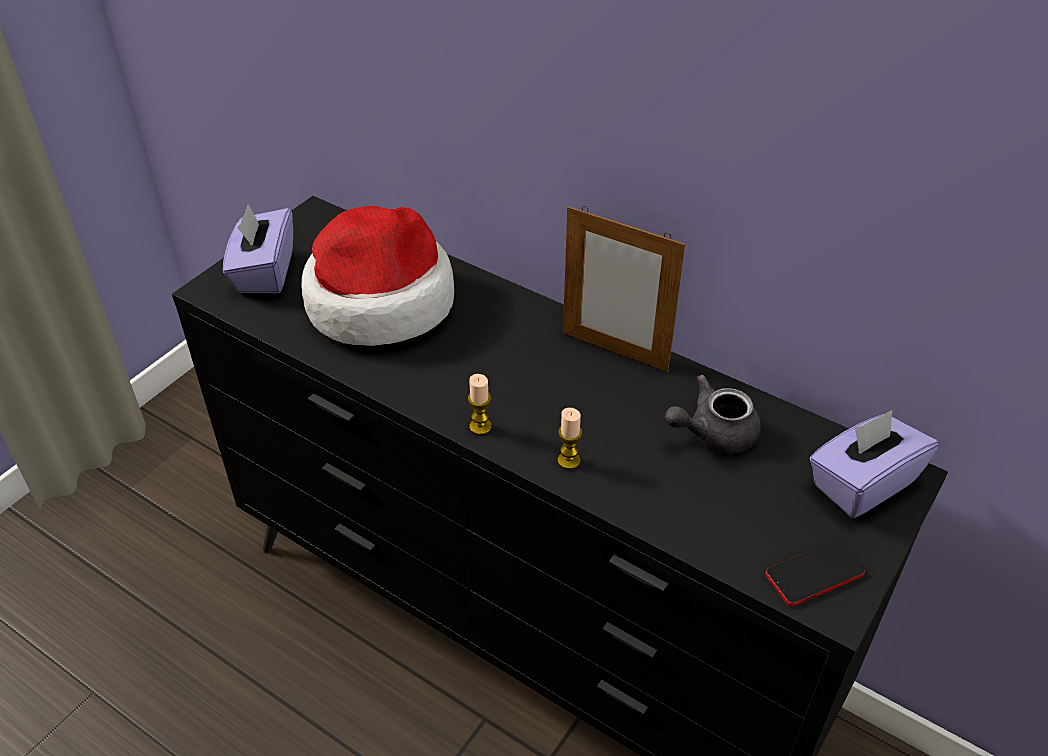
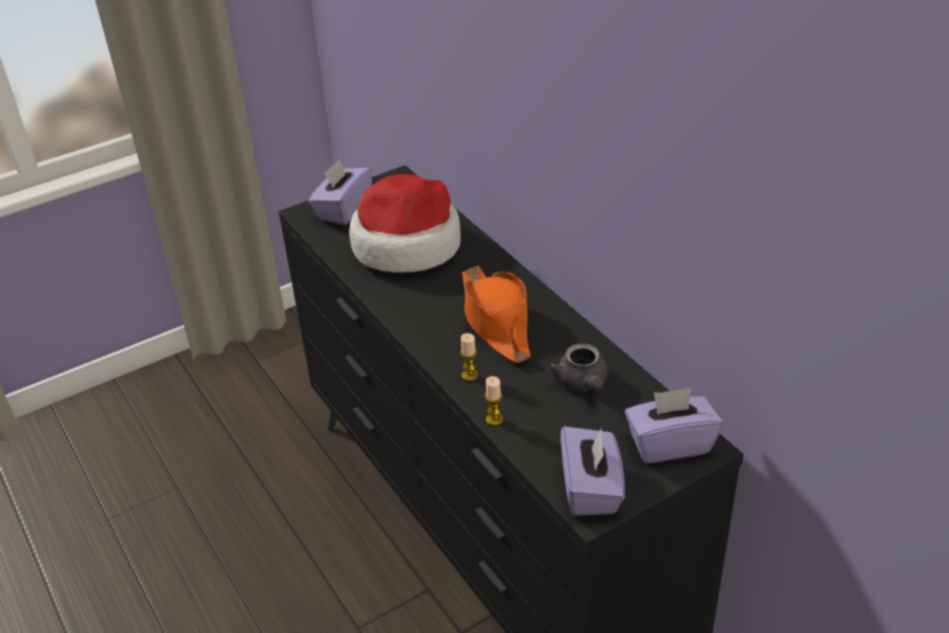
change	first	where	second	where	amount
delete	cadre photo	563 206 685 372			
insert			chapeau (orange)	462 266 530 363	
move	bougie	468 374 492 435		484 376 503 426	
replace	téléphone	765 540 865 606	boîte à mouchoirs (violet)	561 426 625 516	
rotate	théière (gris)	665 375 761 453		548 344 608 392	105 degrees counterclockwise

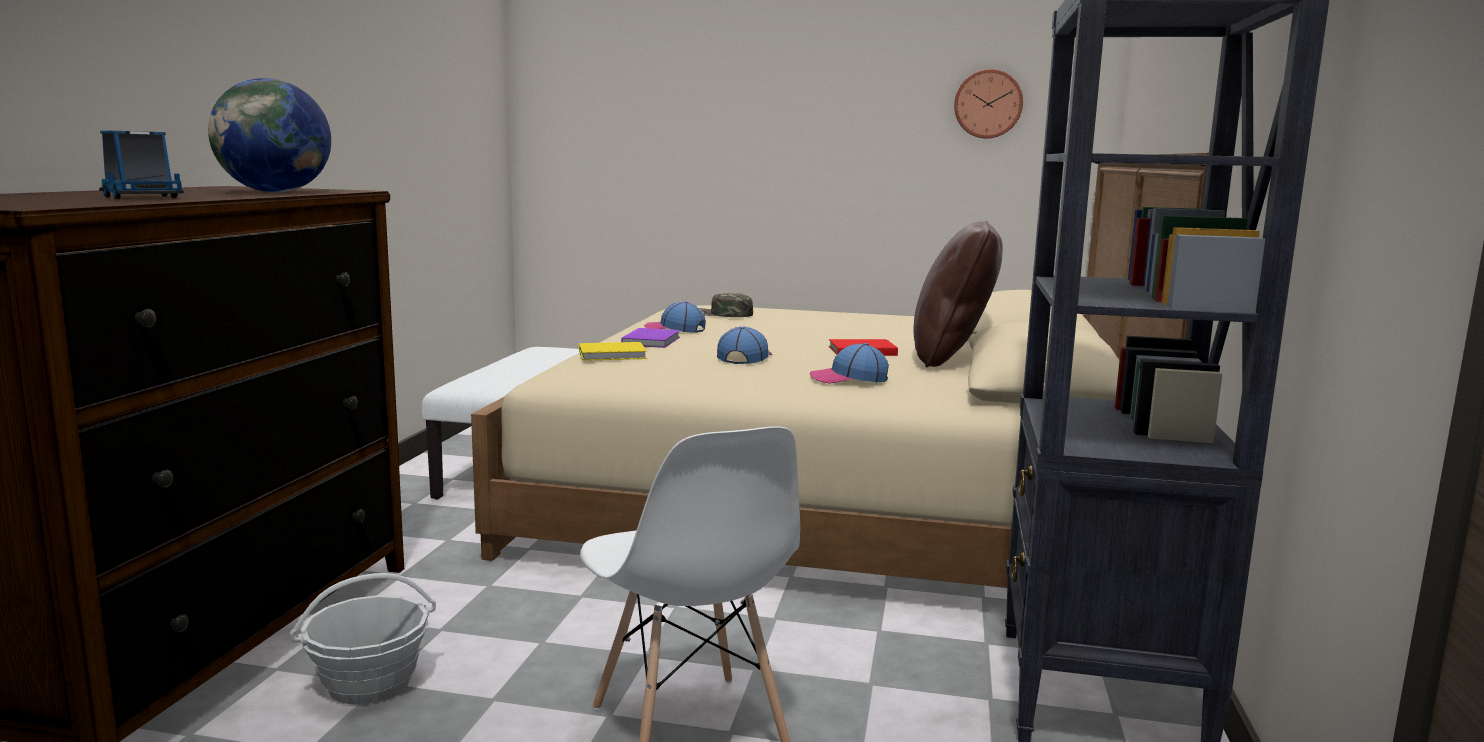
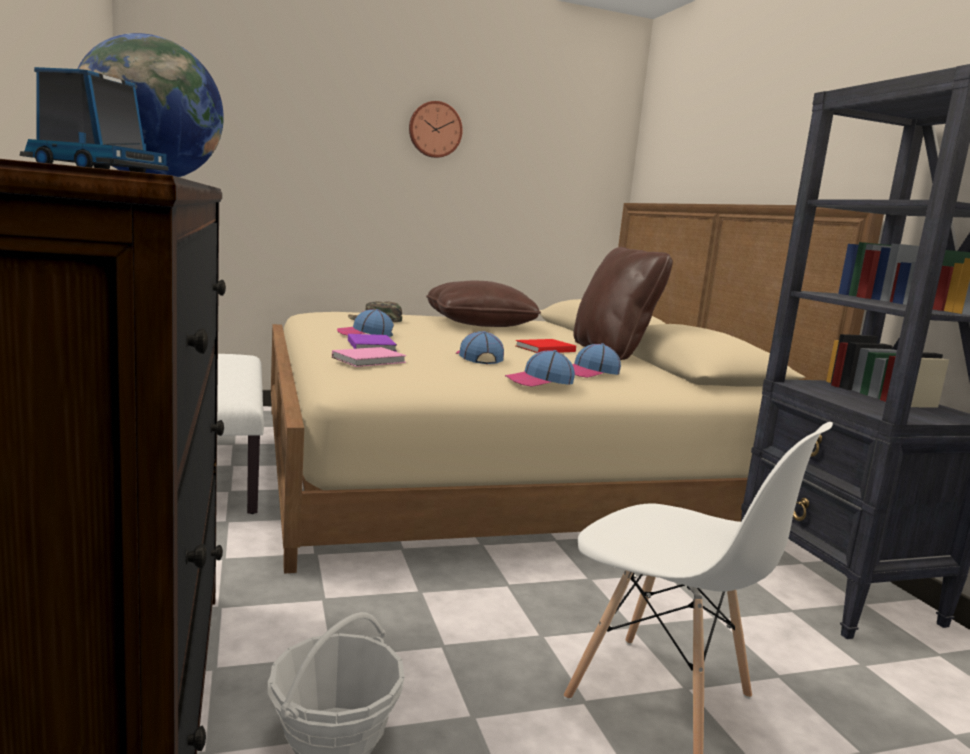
change	first	where	second	where	amount
insert			coussin (marron)	426 280 541 327	
insert			casquette	505 350 575 387	
move	horloge murale	954 69 1023 139		409 101 463 158	
recolor	livre (jaune)	579 342 647 361	livre (rose)	332 347 406 367	

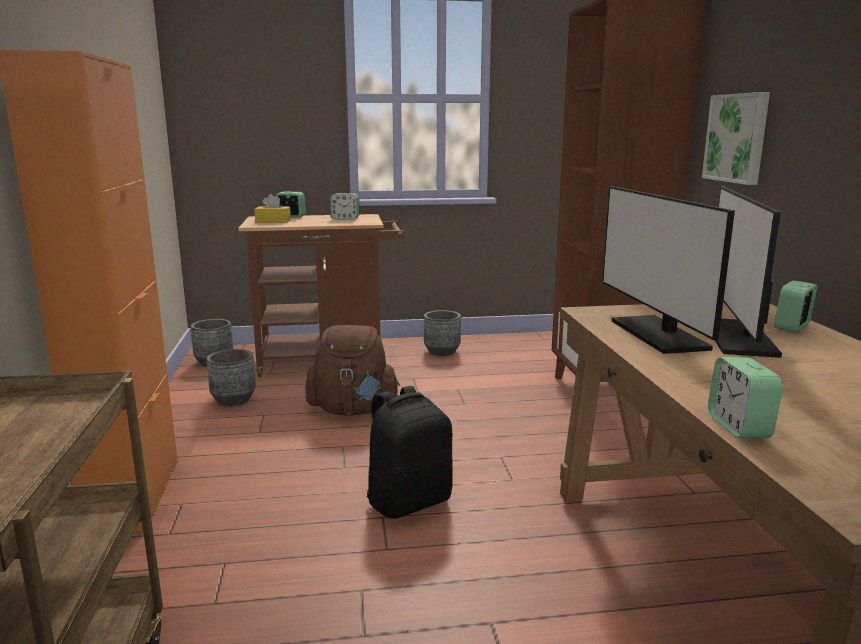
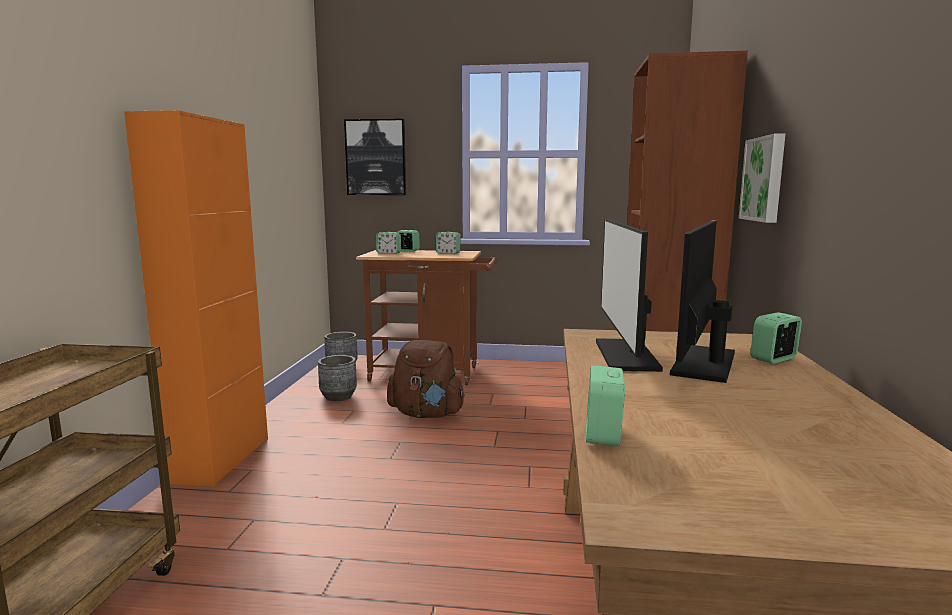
change	first	where	second	where	amount
delete	sac à dos (noir)	367 386 453 519			
delete	cache-pot (gris)	424 310 461 356			
insert			tableau	344 119 406 195	
replace	boîte à mouchoirs (jaune)	254 194 291 223	réveil	376 232 401 254	

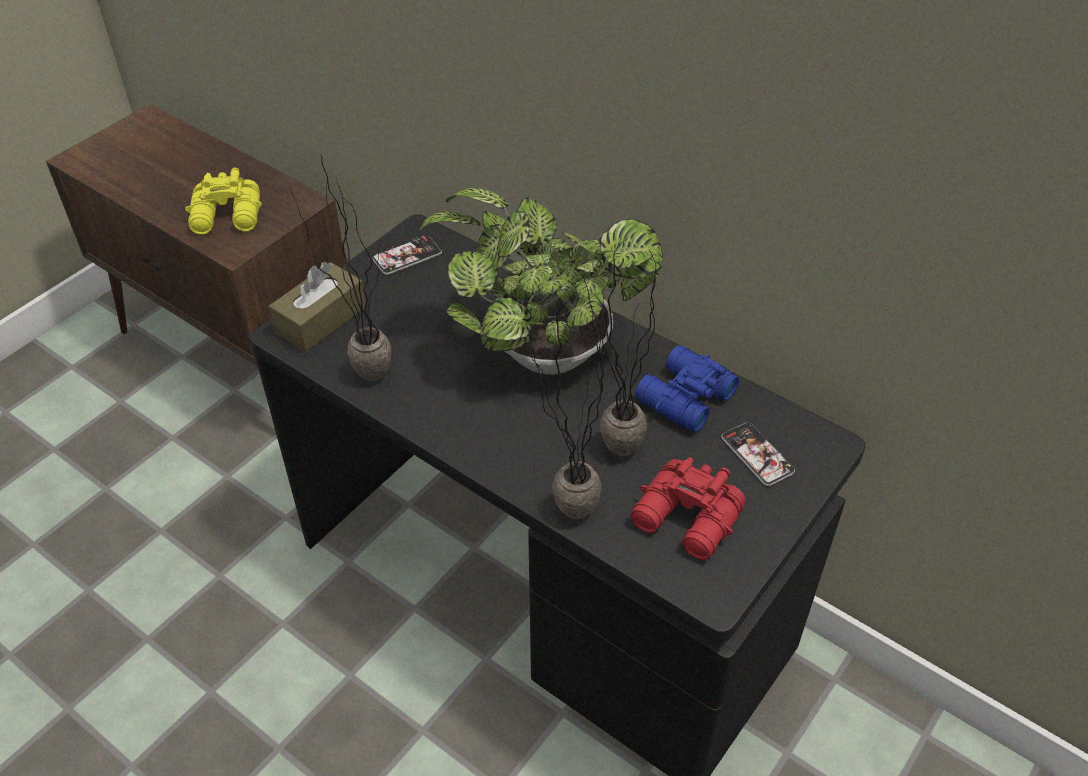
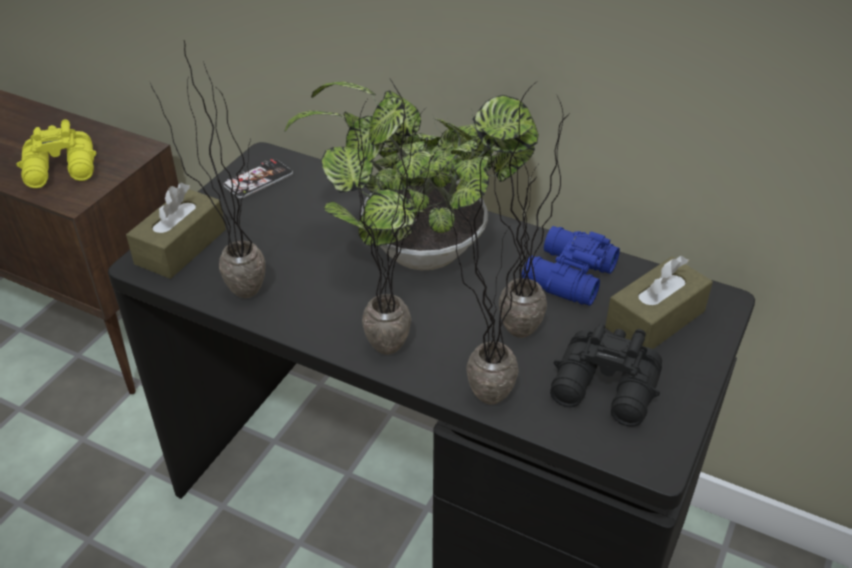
change	first	where	second	where	amount
insert			plante en pot	352 79 436 355	
replace	téléphone	721 422 795 486	boîte à mouchoirs (marron)	605 256 713 349	
recolor	jumelles (rouge)	630 457 746 560	jumelles (noir)	550 324 662 426	

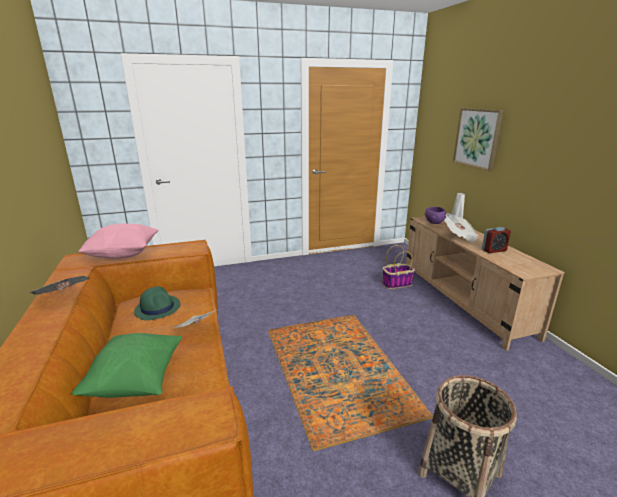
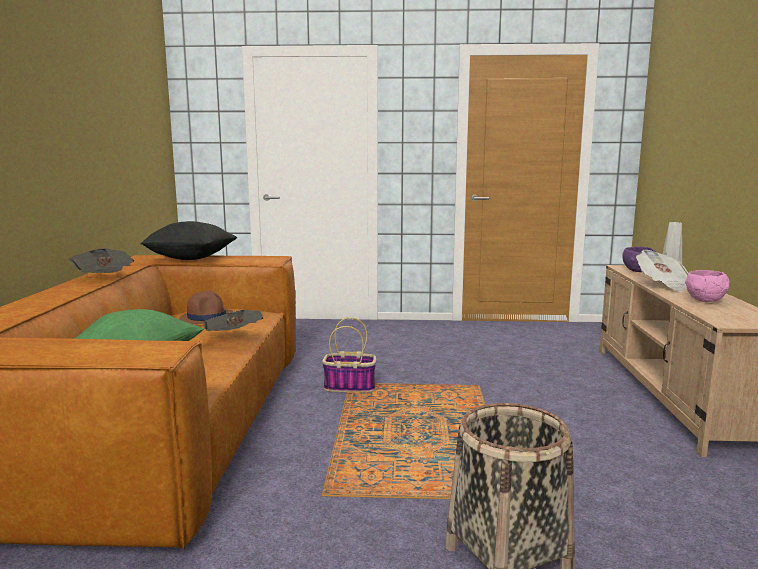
change	first	where	second	where	amount
delete	tableau	453 108 504 171			
move	panier	382 245 415 289		322 317 376 392	
replace	réveil	482 227 511 253	bol (rose)	685 270 730 302	
recolor	coussin (rose)	78 223 158 259	coussin (noir)	140 221 237 260	
recolor	chapeau (vert)	134 286 181 320	chapeau (marron)	179 291 234 324	

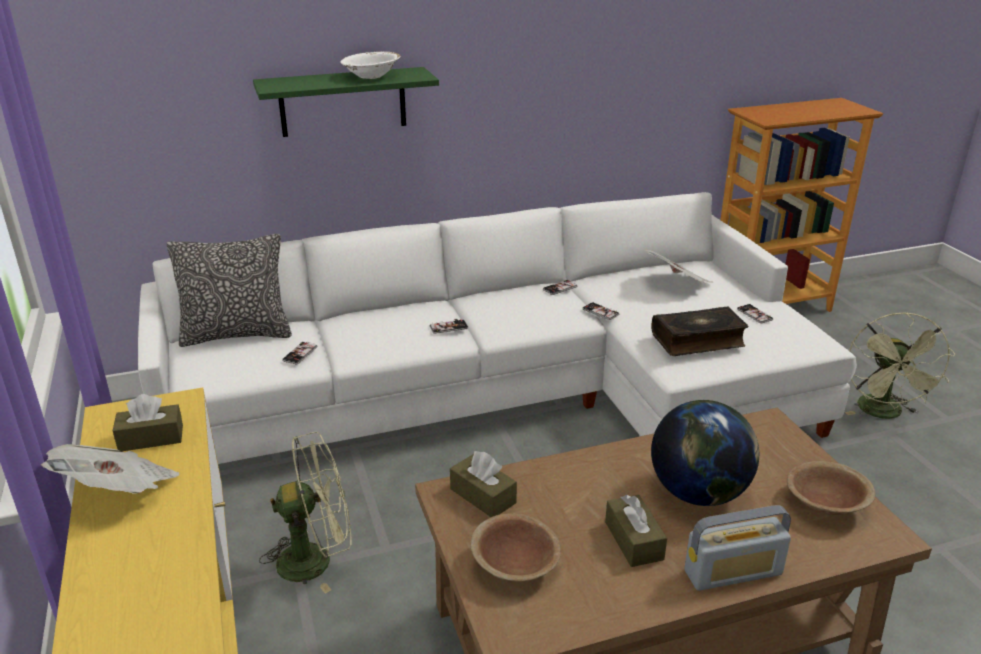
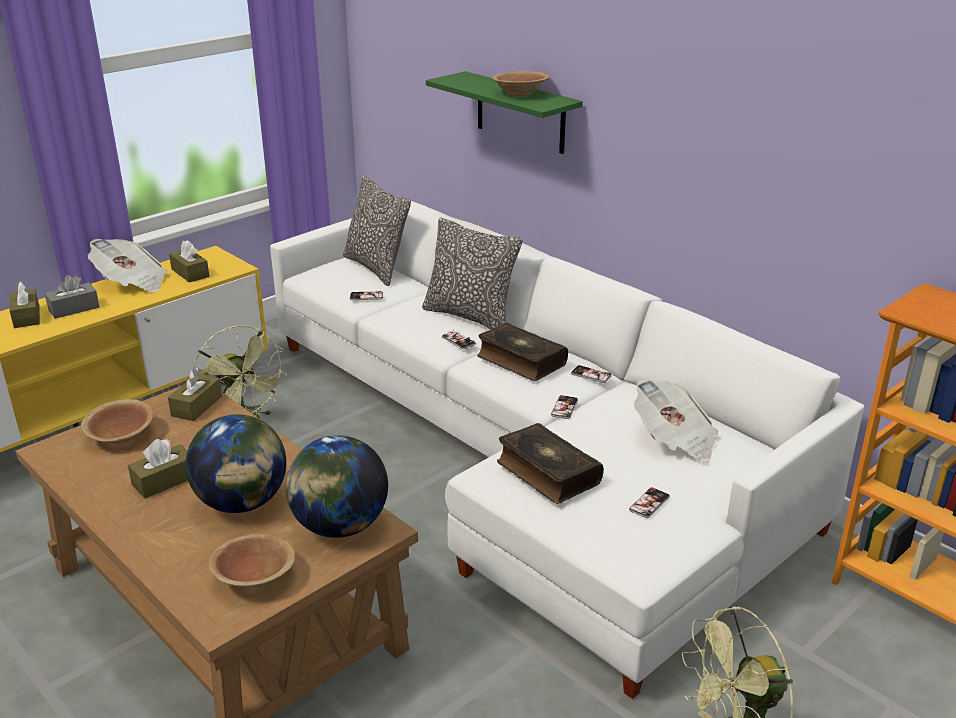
change	first	where	second	where	amount
delete	radio	684 505 791 591			
insert			boîte à mouchoirs (marron)	9 282 40 328	
insert			boîte à mouchoirs (gris)	45 275 99 319	
insert			globe	286 435 388 538	
insert			coussin	422 217 522 330	
insert			livre	477 323 568 381	
recolor	bol (blanc)	340 52 400 79	bol (marron)	492 71 550 96	

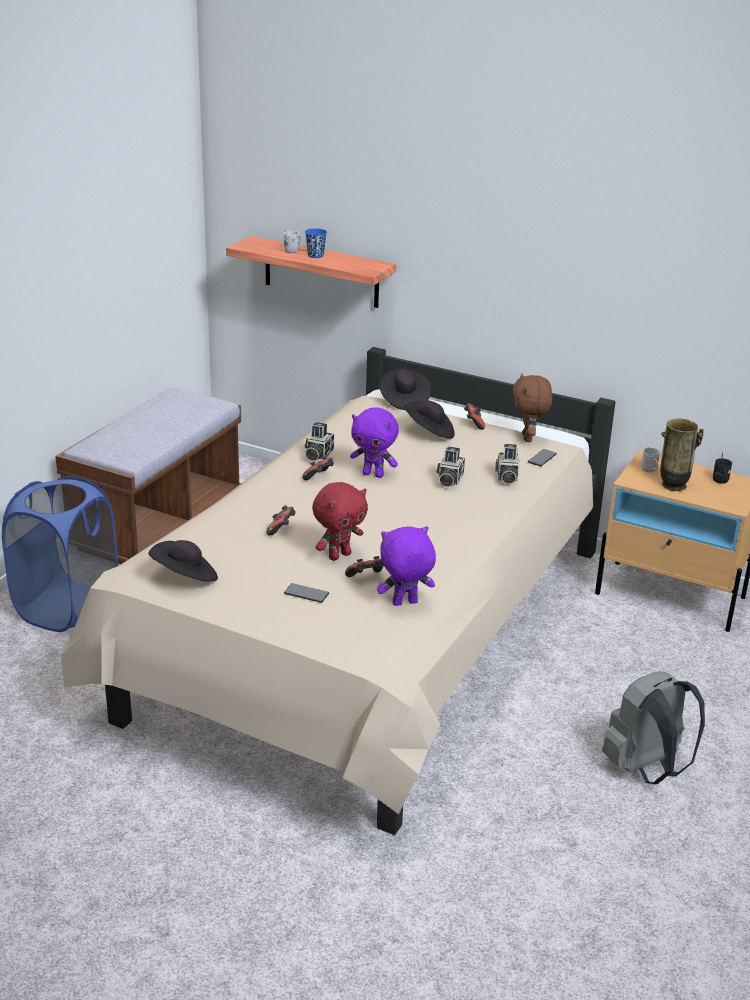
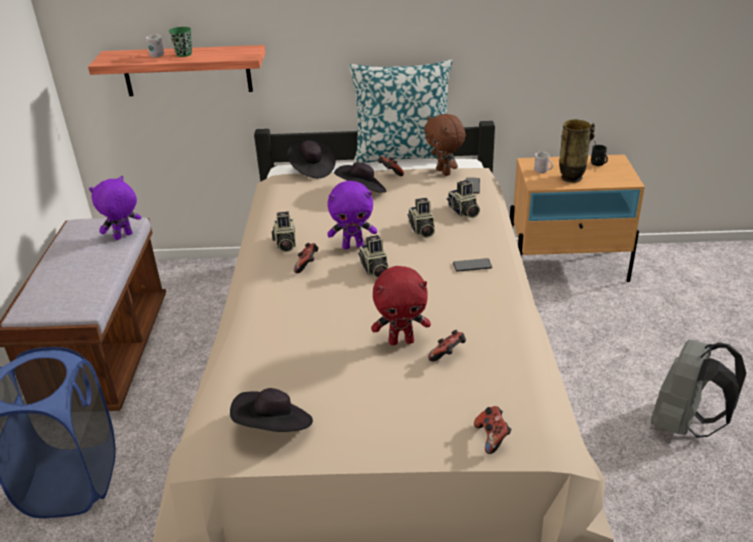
change	first	where	second	where	amount
insert			coussin	349 59 453 164	
insert			appareil photo	358 235 388 278	
move	manette	266 505 296 536		474 406 511 454	
move	téléphone	284 583 329 603		453 258 492 272	
move	peluche (violet)	377 526 436 606		89 176 141 240	
recolor	tasse (bleu)	305 229 327 258	tasse (vert)	169 27 192 57	
rotate	peluche (rouge)	312 482 368 561		371 266 431 345	60 degrees clockwise

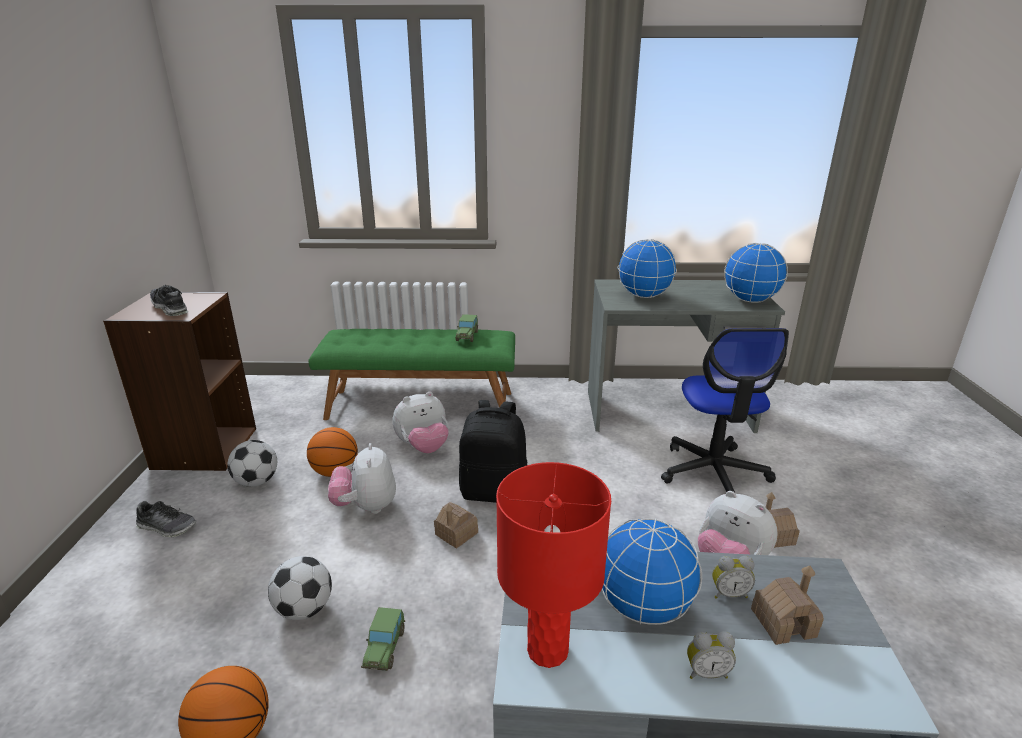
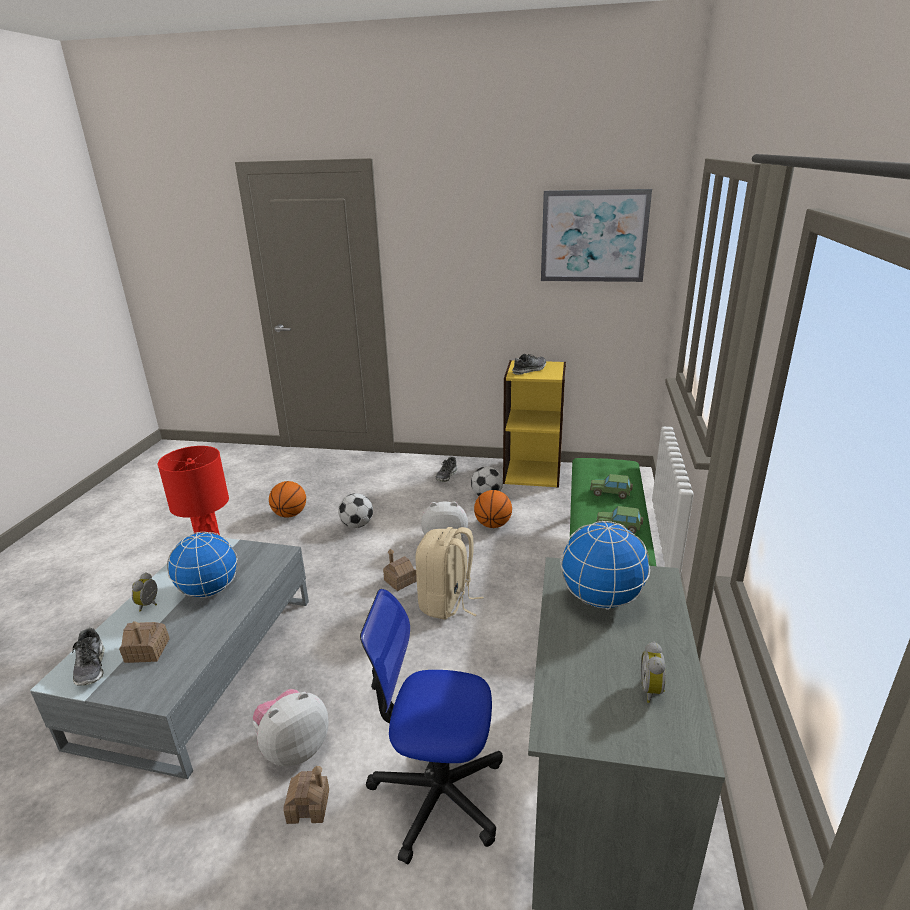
change	first	where	second	where	amount
delete	peluche	392 392 449 453			
delete	globe	724 243 788 303			
insert			chaussure	72 628 105 686	
insert			tableau	541 189 652 282	
move	petite voiture	361 607 405 671		590 474 633 499	
move	réveil	712 556 755 598		641 641 666 703	
recolor	bibliothèque (marron)	103 292 256 471	bibliothèque (jaune)	503 360 566 488	
recolor	sac à dos (noir)	459 400 527 503	sac à dos (beige)	416 527 484 620	

